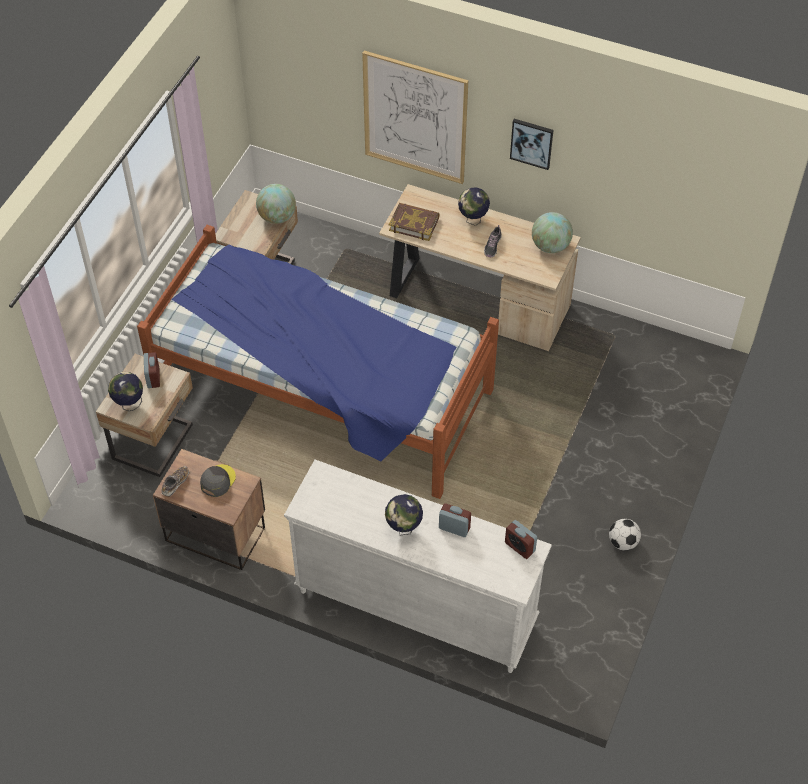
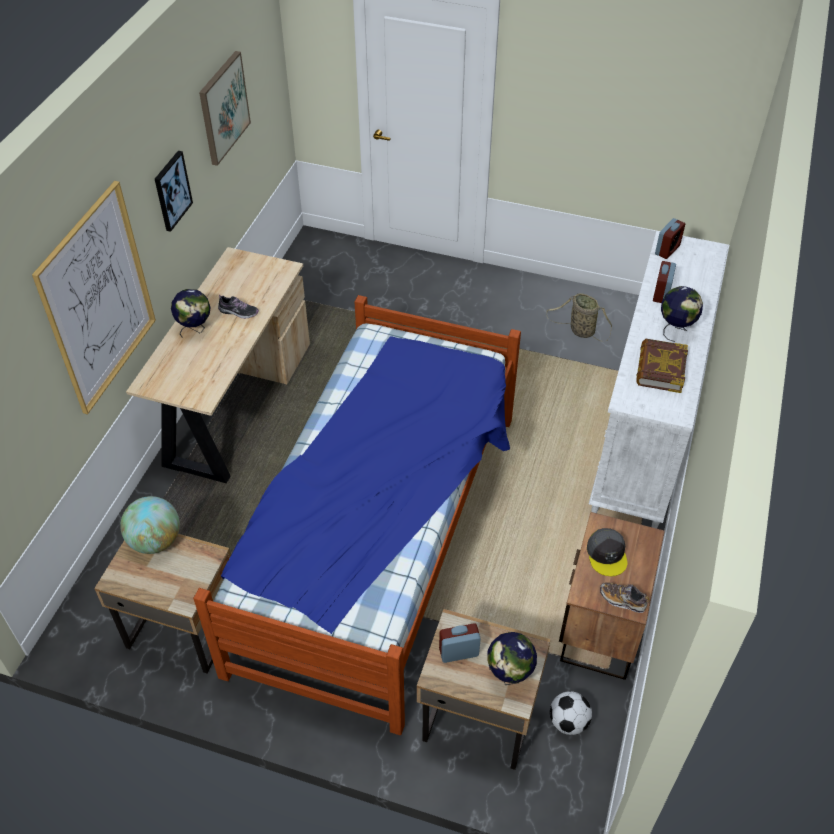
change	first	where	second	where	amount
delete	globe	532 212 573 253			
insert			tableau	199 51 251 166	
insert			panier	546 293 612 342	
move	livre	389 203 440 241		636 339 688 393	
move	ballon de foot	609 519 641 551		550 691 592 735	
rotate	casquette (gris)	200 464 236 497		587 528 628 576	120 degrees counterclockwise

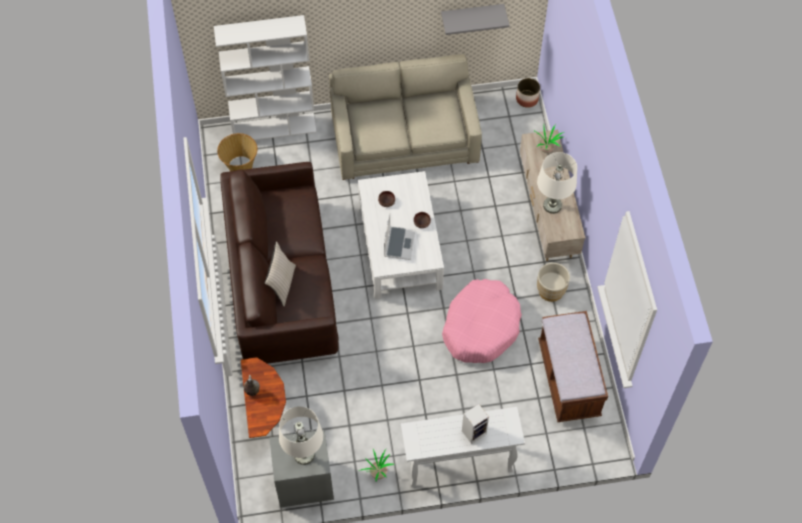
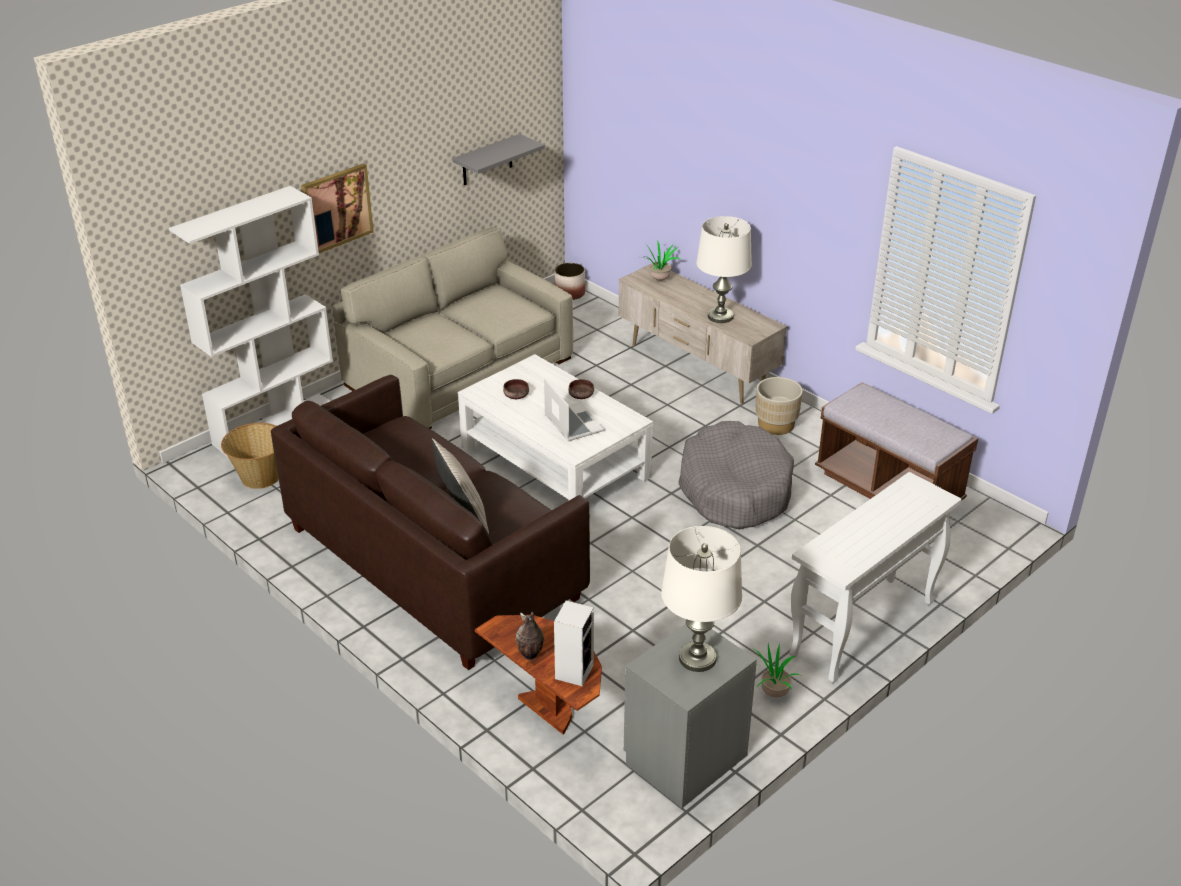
change	first	where	second	where	amount
insert			tableau	301 163 374 253	
move	enceinte	462 404 489 444		554 601 594 686	
recolor	panier pour chien (rose)	442 279 522 363	panier pour chien (gris)	678 421 794 529	

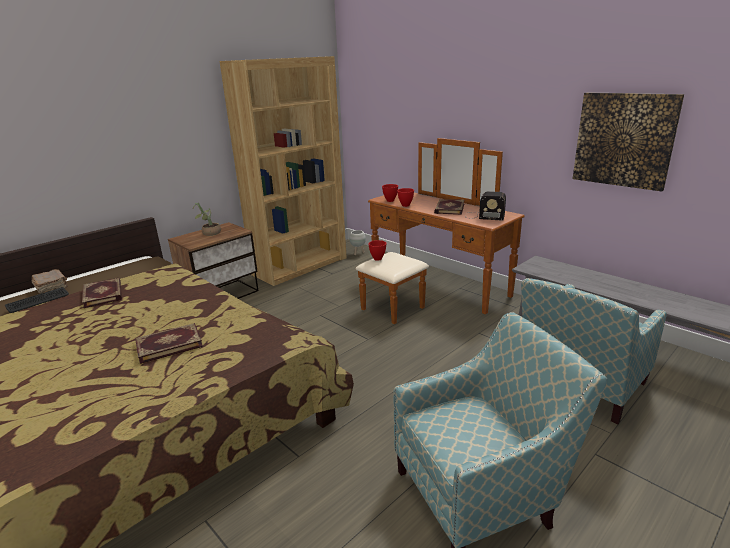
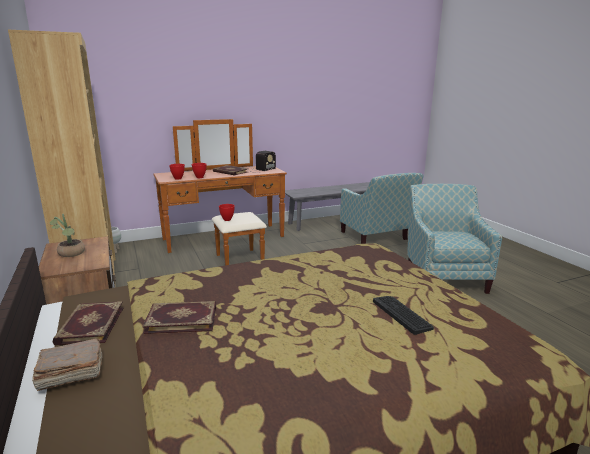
change	first	where	second	where	amount
delete	tableau	573 92 684 192			
move	clavier	5 287 69 313		373 296 434 335	
move	livre	135 323 203 364		53 301 123 345	

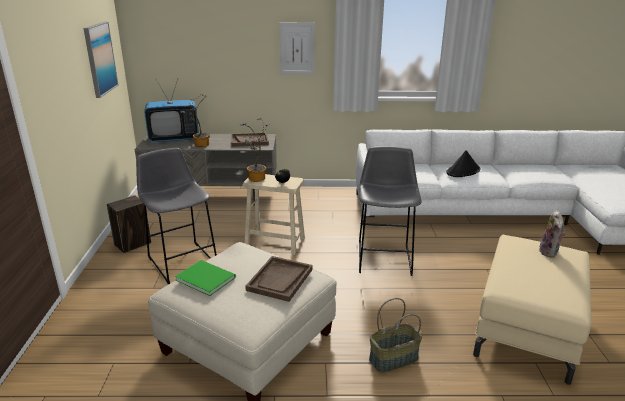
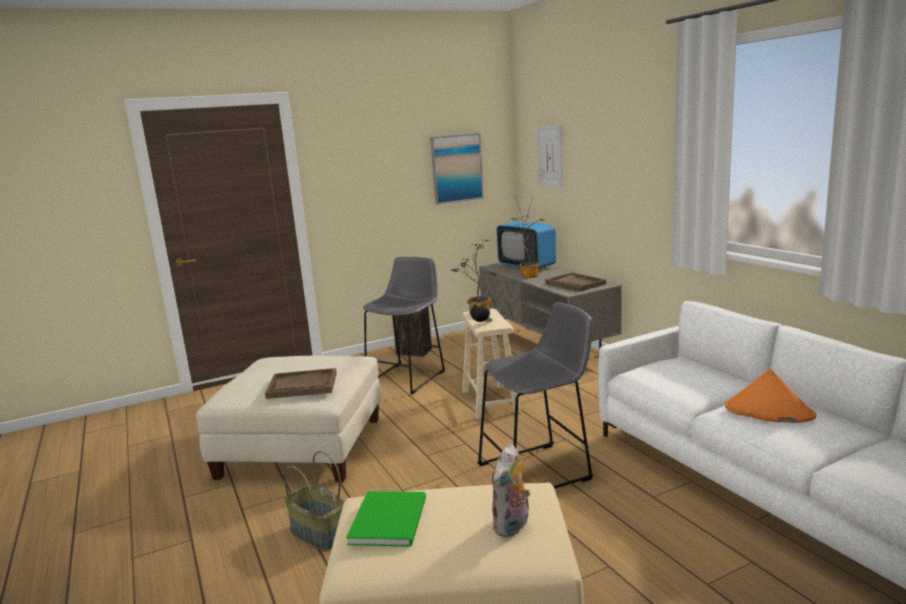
change	first	where	second	where	amount
move	livre (vert)	175 260 236 296		346 491 426 547	
move	tableau	280 22 315 75		537 125 563 187	
recolor	chapeau (noir)	446 150 480 177	chapeau (orange)	725 369 816 423	
rotate	peluche	539 210 566 257		492 444 530 537	45 degrees counterclockwise

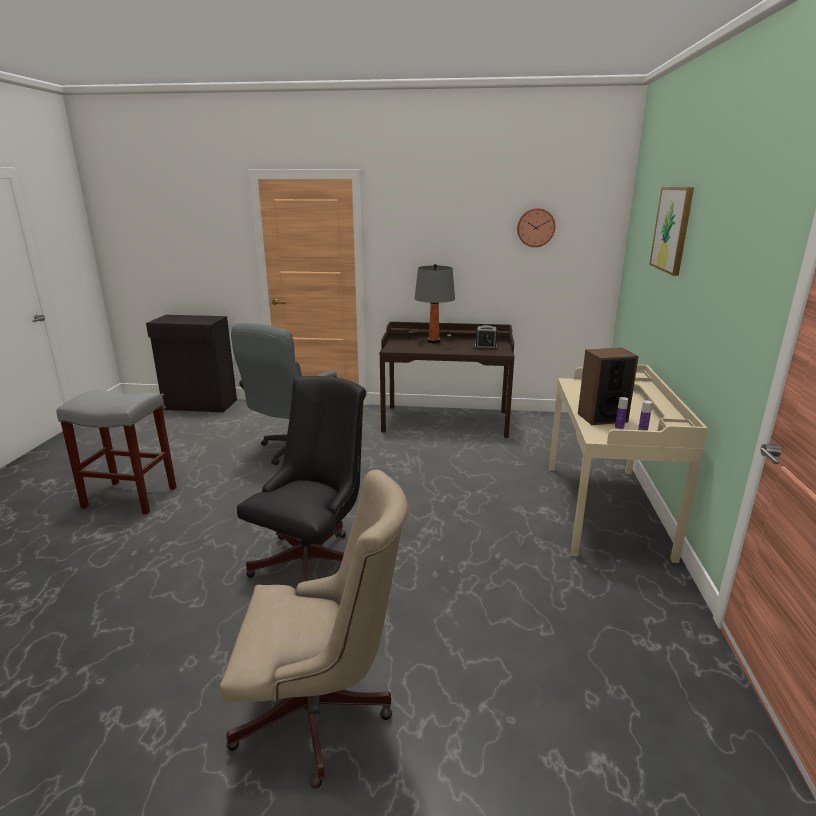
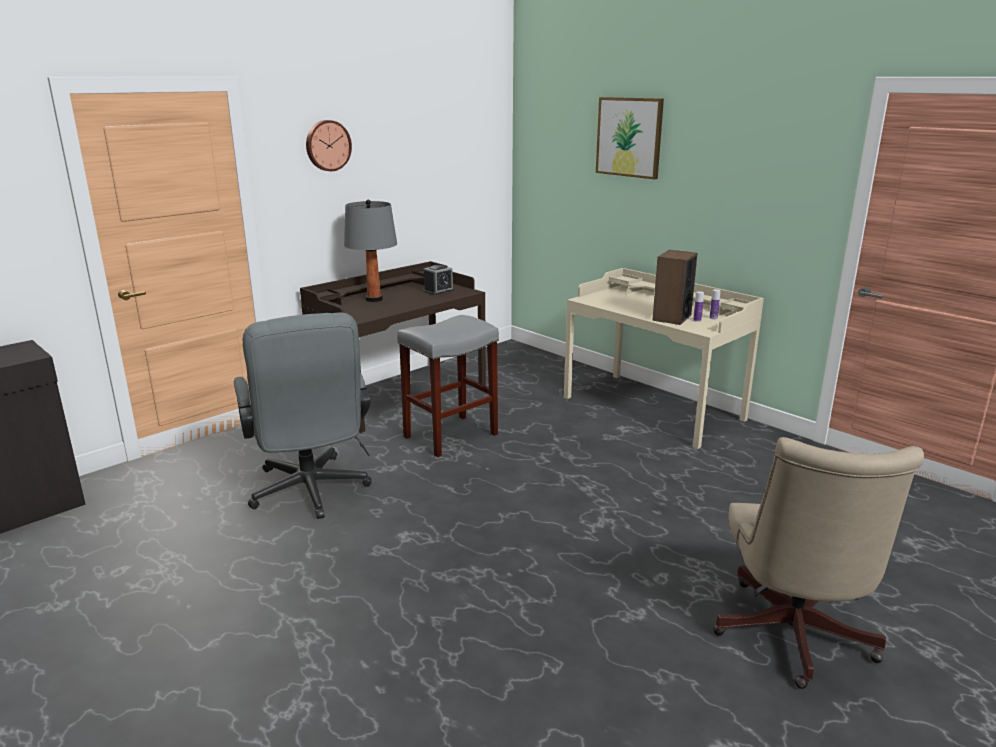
change	first	where	second	where	amount
delete	chaise de bureau (noir)	237 376 366 582			
move	tabouret (gris)	56 390 176 515		397 315 499 457	
move	horloge murale	517 208 555 247		306 120 352 171	
rotate	chaise de bureau (beige)	220 470 408 789		713 437 924 689	150 degrees clockwise

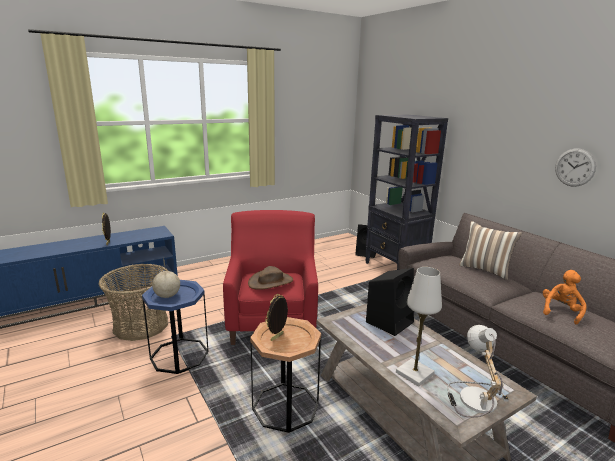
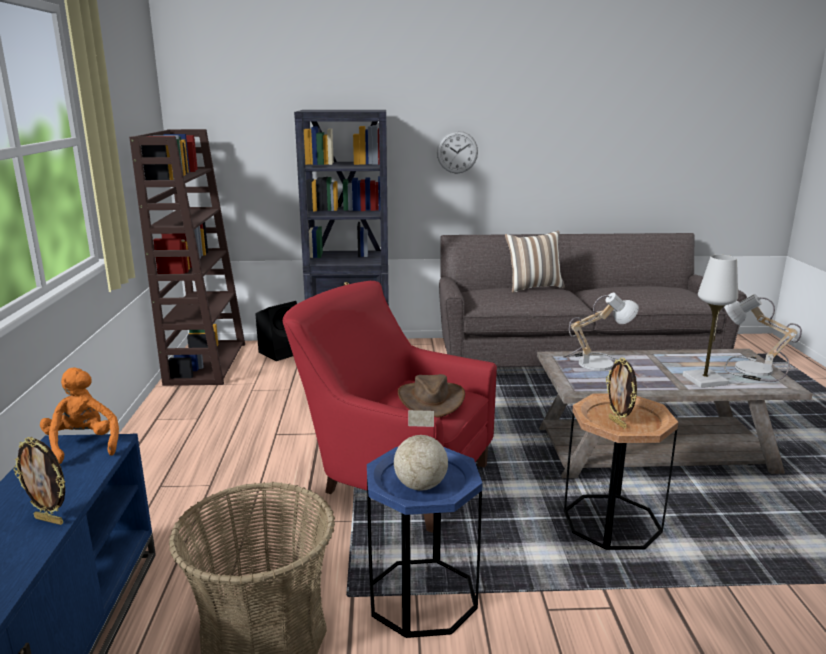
change	first	where	second	where	amount
insert			bibliothèque (marron)	129 129 245 386	
move	peluche (orange)	543 270 587 324		40 368 119 464	
move	horloge murale	555 149 596 187		437 131 478 173	
replace	enceinte (noir)	366 268 414 336	lampe de table	563 293 639 371	

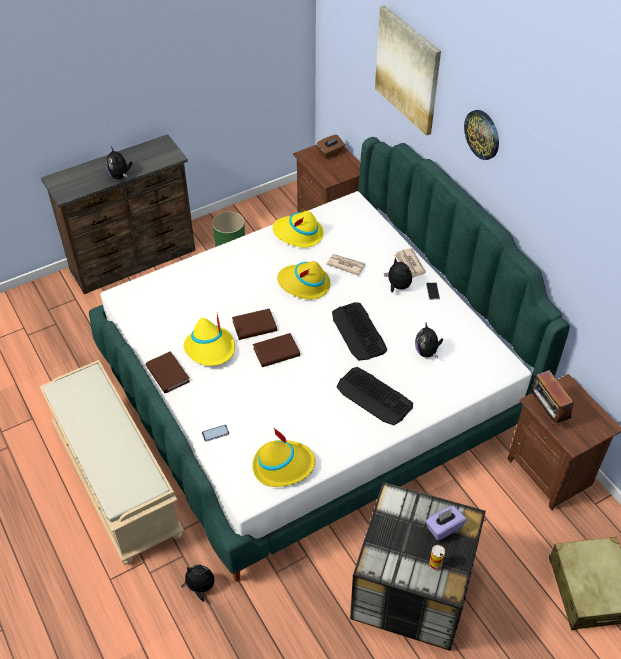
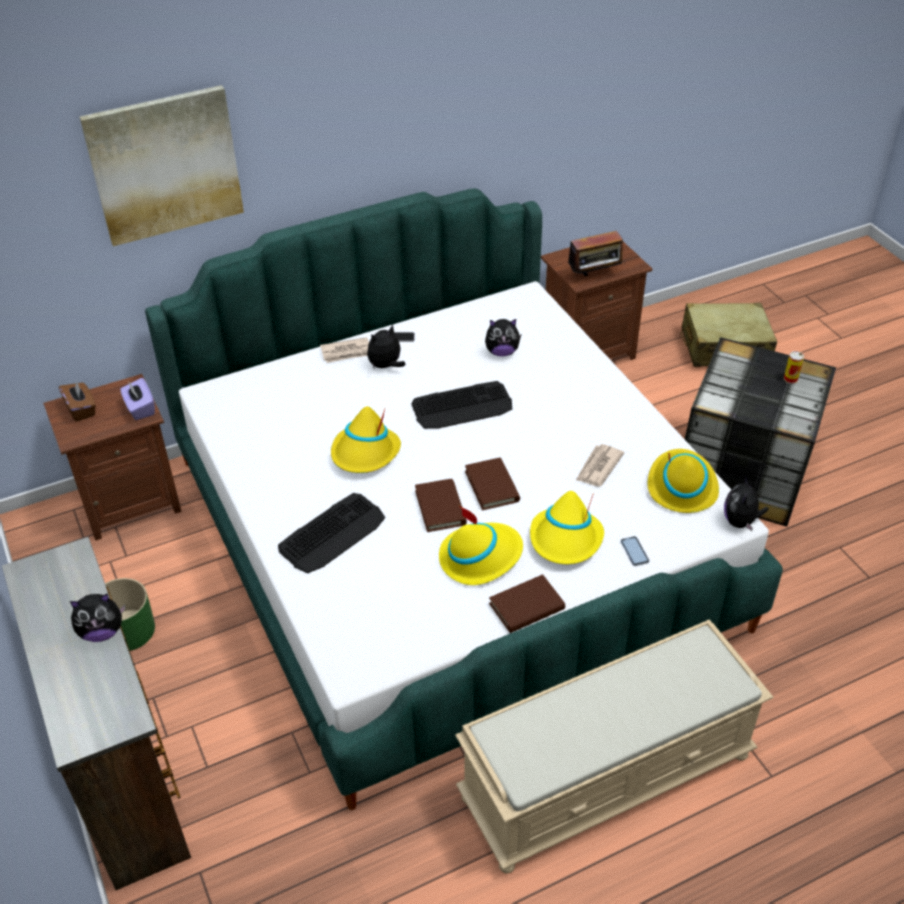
change	first	where	second	where	amount
delete	horloge murale	464 110 499 160			
move	peluche	181 565 214 602		724 477 769 531	
move	chapeau (jaune)	273 211 323 248		530 491 604 564	
move	journal	326 254 366 276		576 444 624 486	
move	clavier	336 367 413 425		278 493 385 574	
move	boîte à mouchoirs (violet)	425 506 466 541		120 378 155 420	

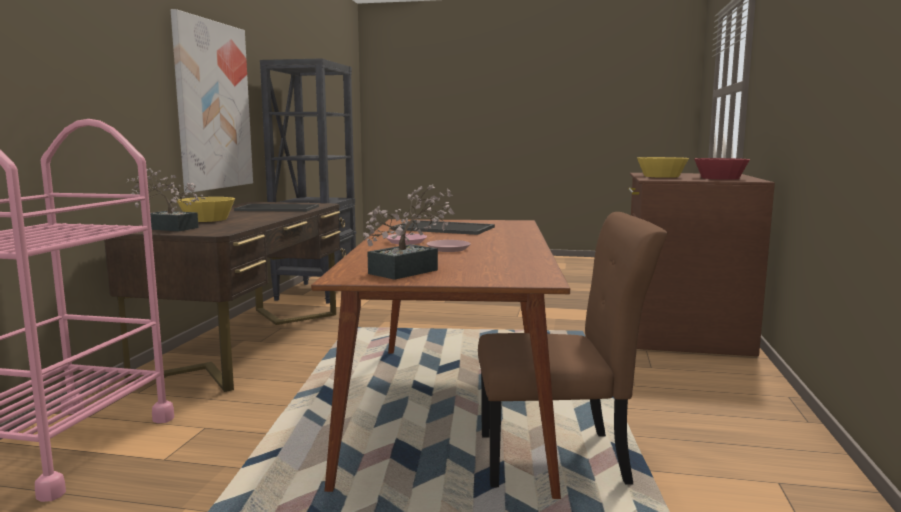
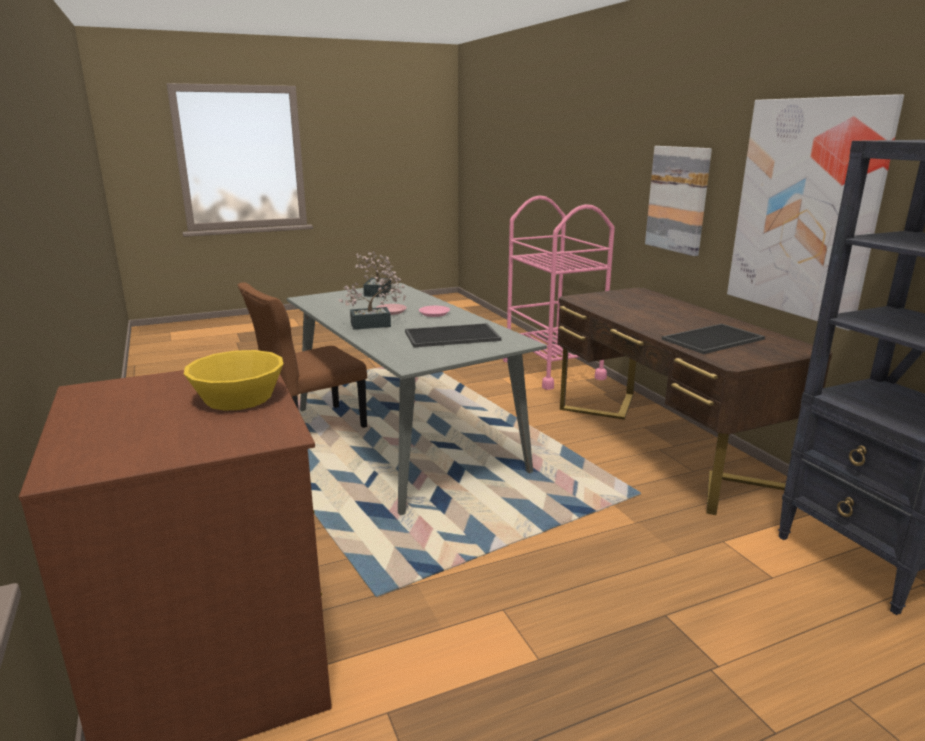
change	first	where	second	where	amount
delete	bol (jaune)	177 197 235 222			
delete	bol (rouge)	694 158 750 180			
insert			tableau	645 146 712 256	
move	plante en pot	127 168 206 231		339 271 406 330	
recolor	table à manger (marron)	311 219 570 499	table à manger (gris)	287 283 547 516	

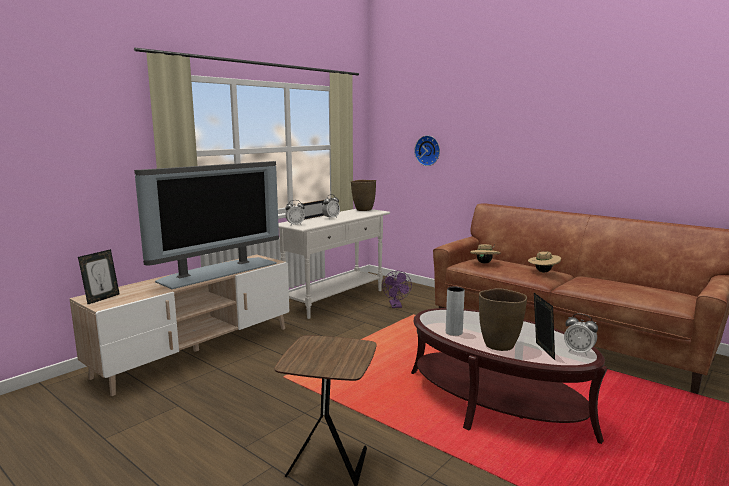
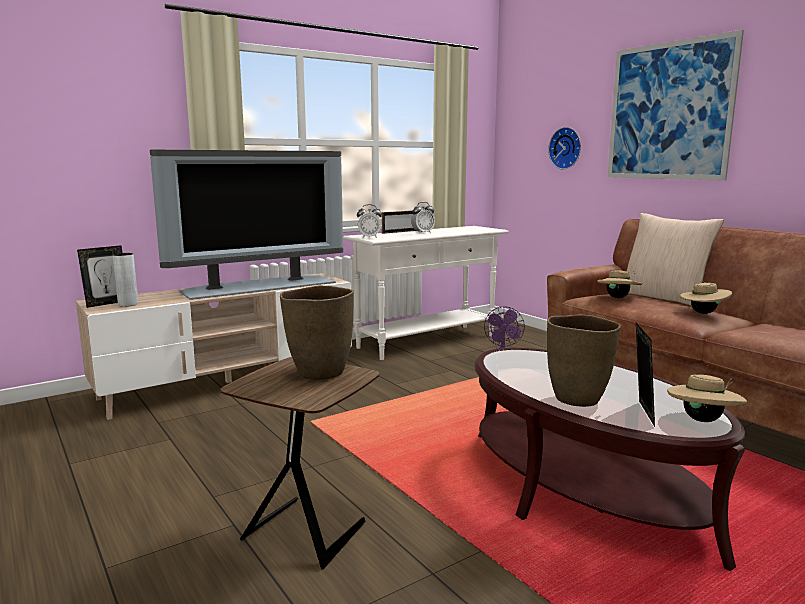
change	first	where	second	where	amount
insert			tableau	608 30 744 181	
insert			coussin (beige)	627 213 724 306	
move	vase (marron)	351 180 376 211		280 285 354 380	
move	vase (gris)	446 286 465 336		113 253 138 307	
replace	réveil	564 313 598 356	chapeau (beige)	667 375 747 422	

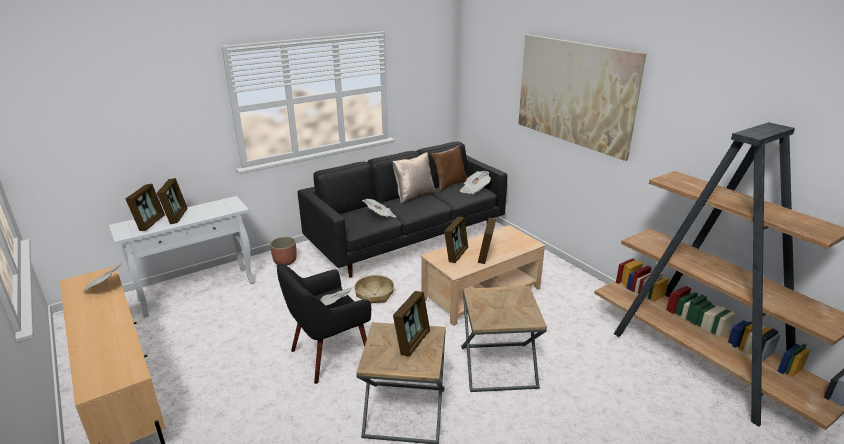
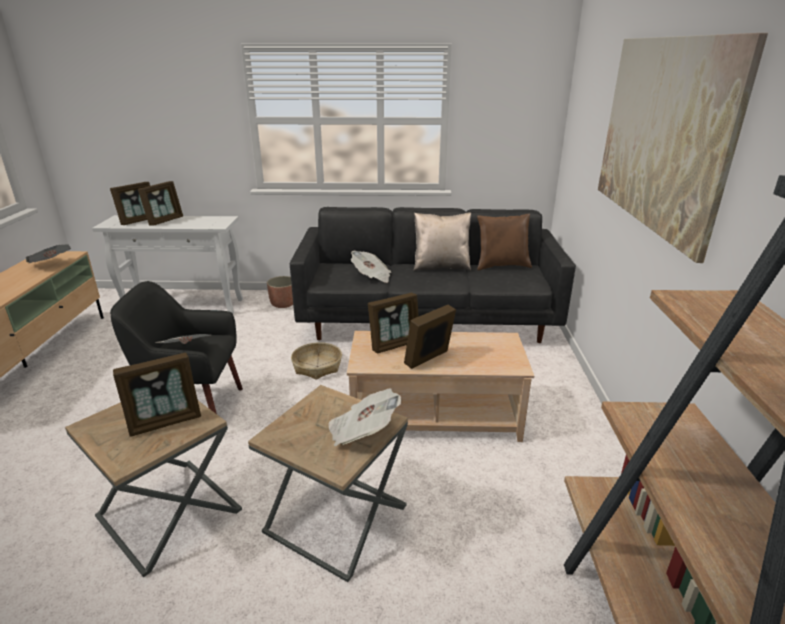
change	first	where	second	where	amount
move	journal	460 171 491 194		328 389 401 446	

